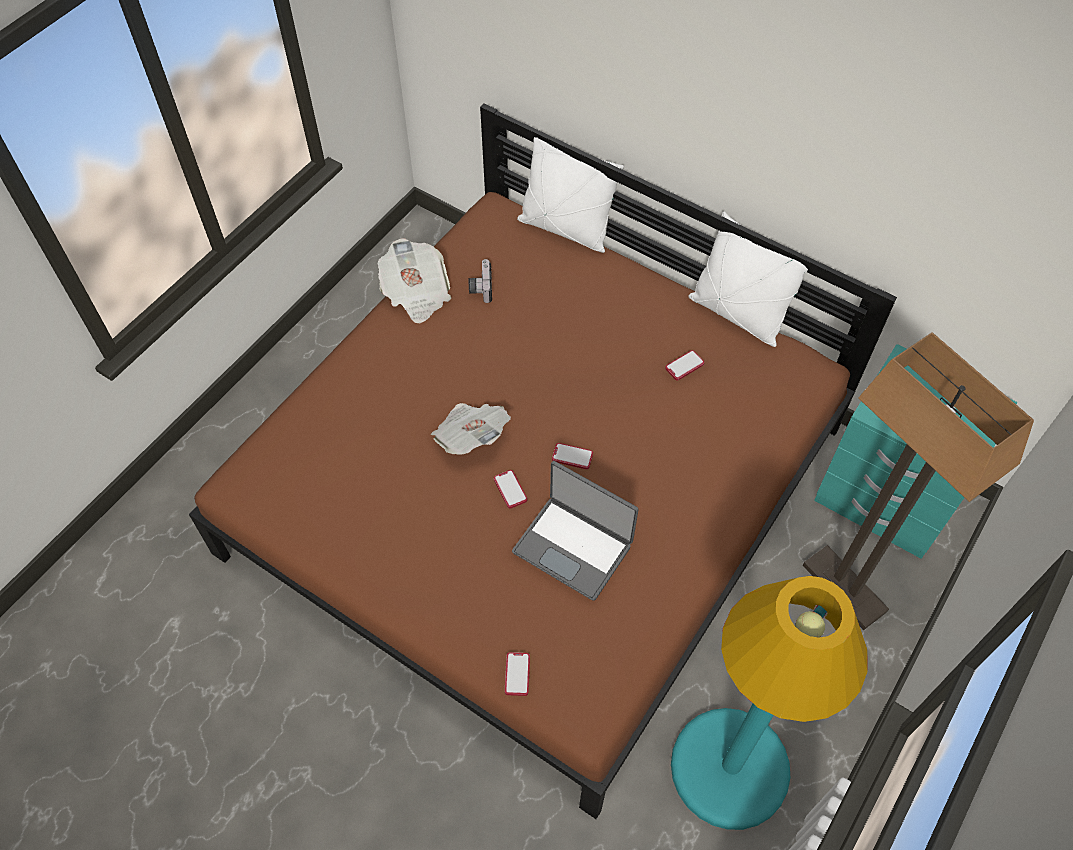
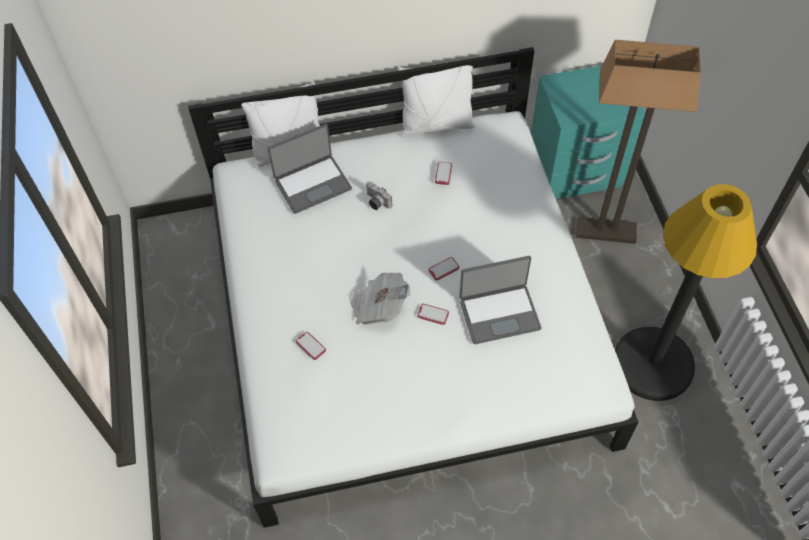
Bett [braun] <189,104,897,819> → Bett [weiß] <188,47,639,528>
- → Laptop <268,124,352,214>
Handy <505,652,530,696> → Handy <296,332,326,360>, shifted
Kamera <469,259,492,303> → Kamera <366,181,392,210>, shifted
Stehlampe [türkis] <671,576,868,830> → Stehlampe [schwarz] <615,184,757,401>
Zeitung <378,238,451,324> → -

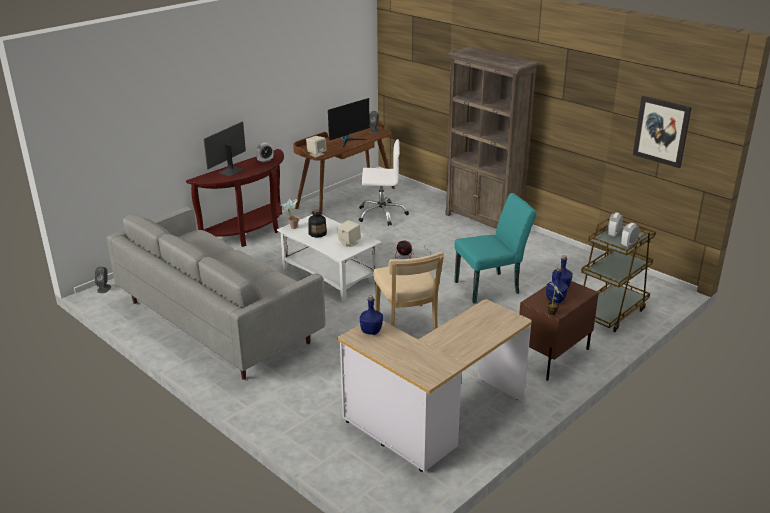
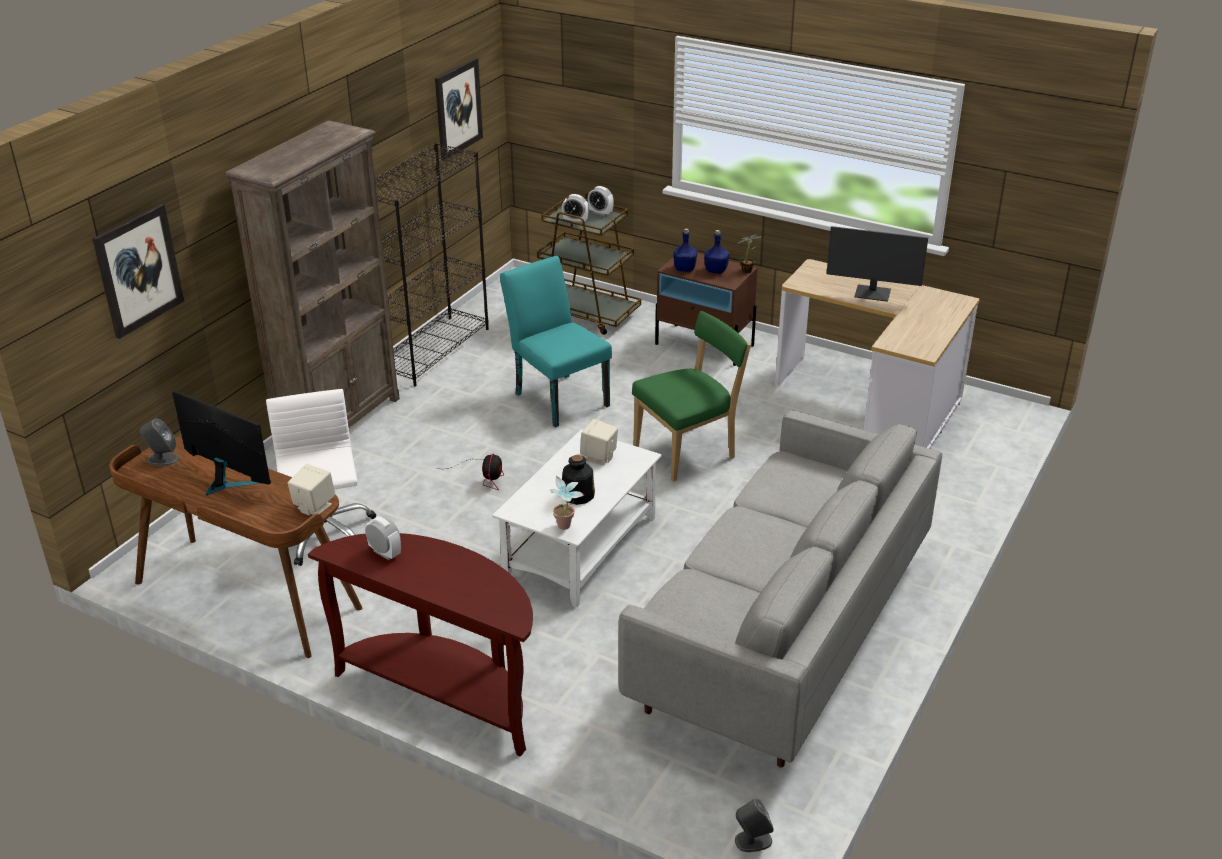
- → Bild <92,204,184,339>
- → Bücherregal [schwarz] <375,143,489,386>
Stuhl [beige] <373,252,444,330> → Stuhl [grün] <632,311,751,482>
Monitor <204,122,246,176> → Monitor <826,226,928,302>, shifted
Flasche [blau] <360,296,383,335> → -

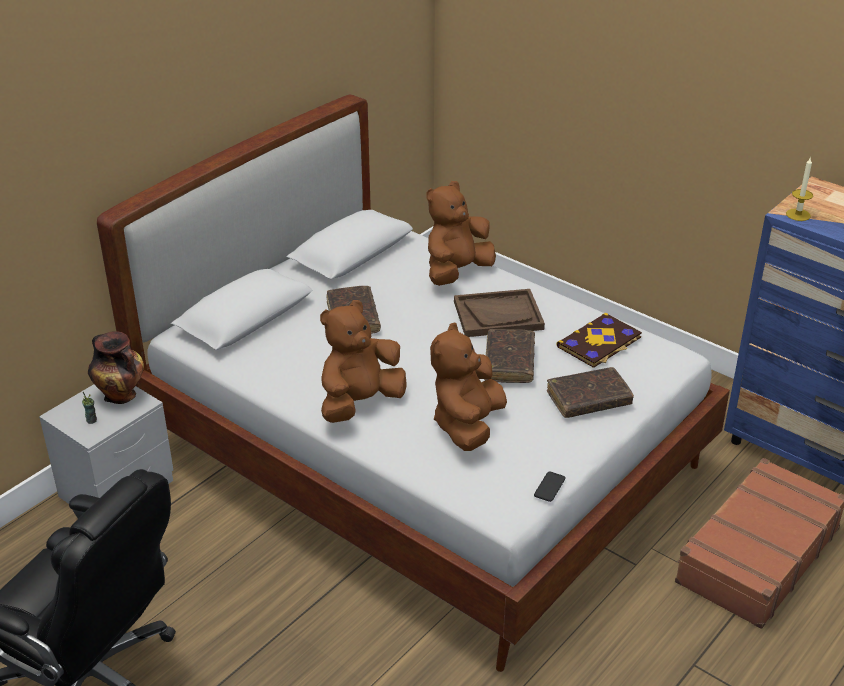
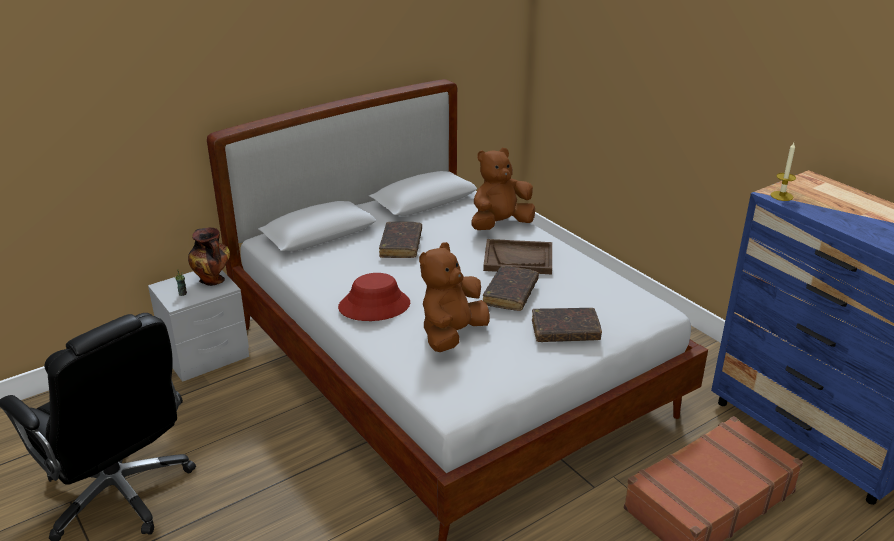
Plüschtier [braun] <320,300,407,423> → Hut [rot] <338,273,410,321>
Handy <534,471,565,502> → -
Buch <557,313,642,368> → -

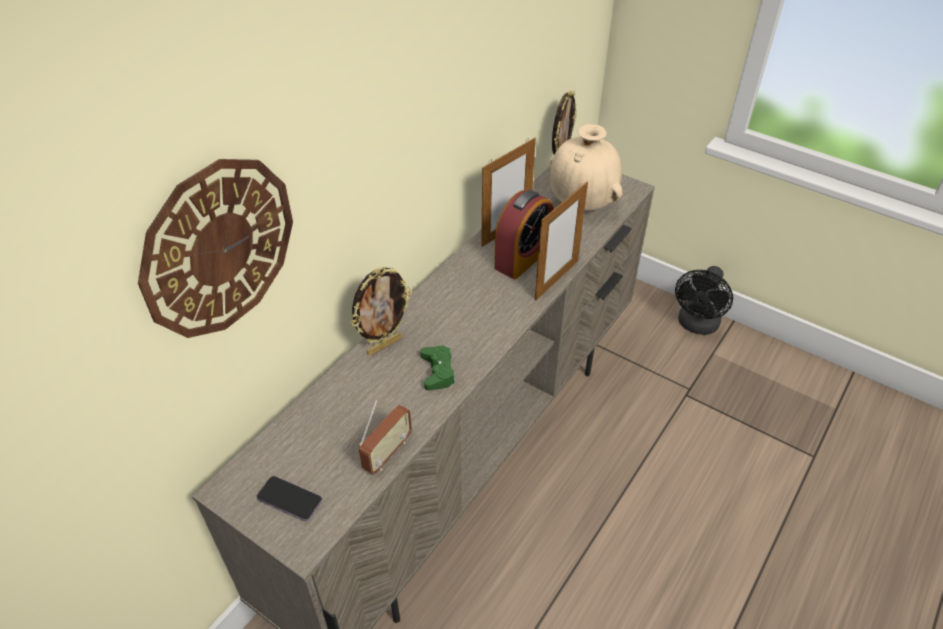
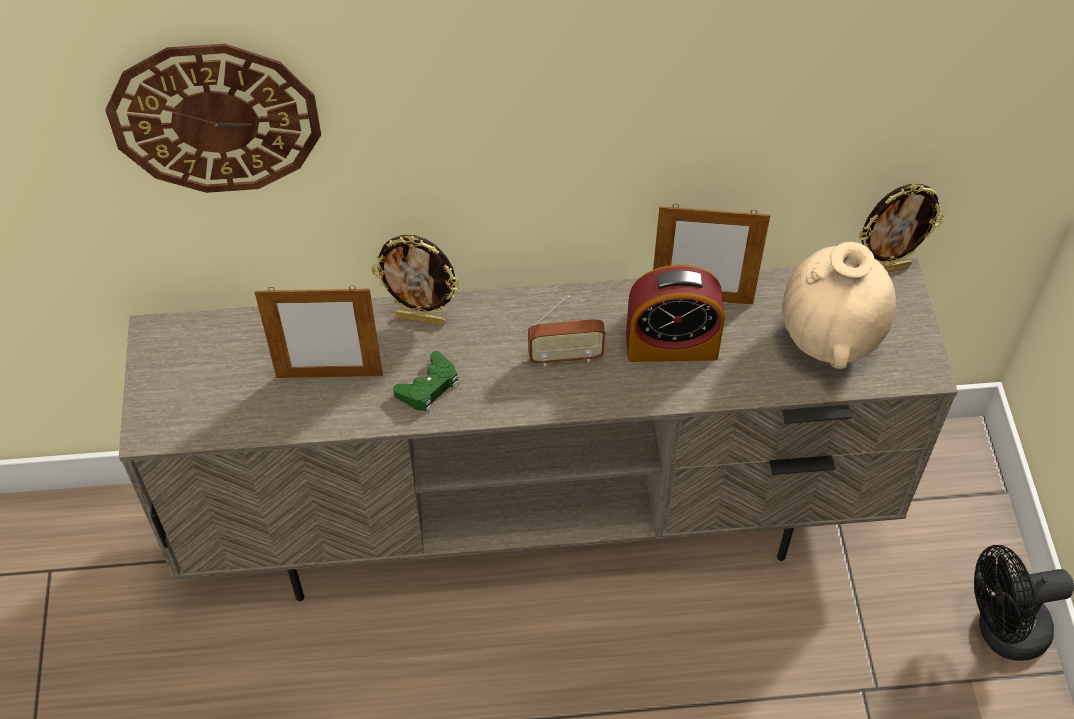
Bilderrahmen <535,182,588,301> → Bilderrahmen <255,285,383,378>, shifted
Radio <359,400,412,474> → Radio <528,295,605,366>, shifted
Handy <257,476,322,521> → -

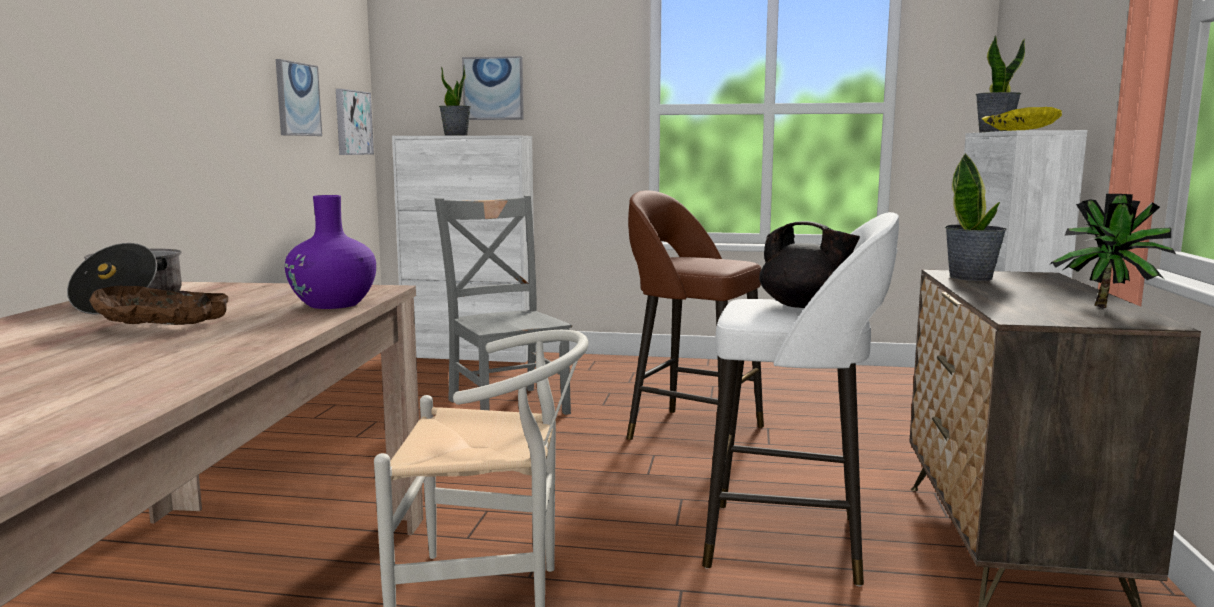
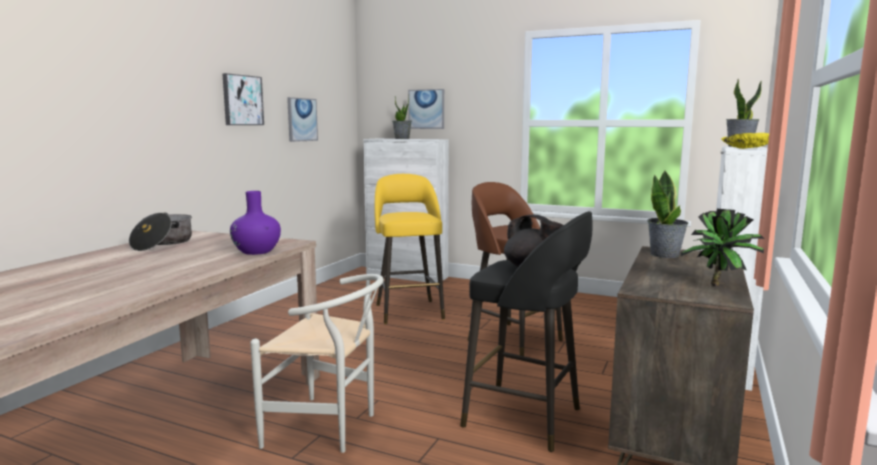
Bild <336,89,374,155> → Bild <222,73,264,125>, shifted
Stuhl [grau] <434,195,572,415> → Hocker [gelb] <375,174,445,324>
Hocker [weiß] <702,212,899,586> → Hocker [schwarz] <460,211,592,452>
Schüssel [braun] <89,286,228,325> → -

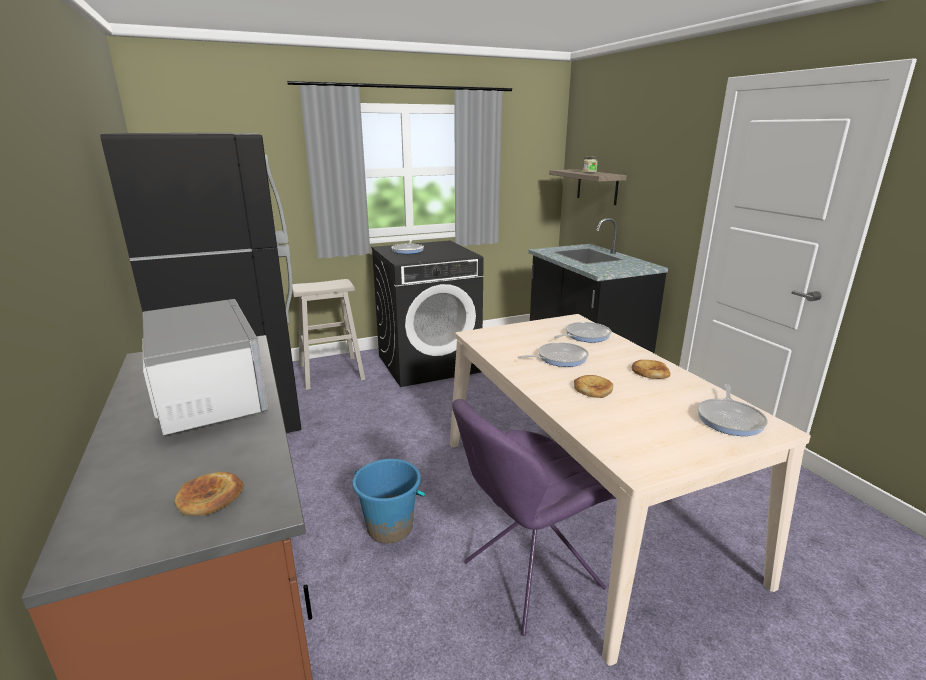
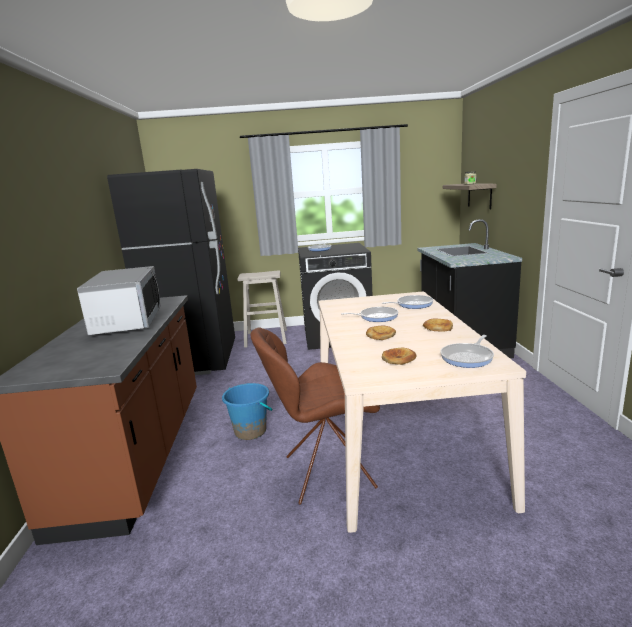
Stuhl [lila] <452,399,616,636> → Stuhl [braun] <251,327,380,505>
Brot <174,472,244,516> → Brot <382,348,416,365>, shifted

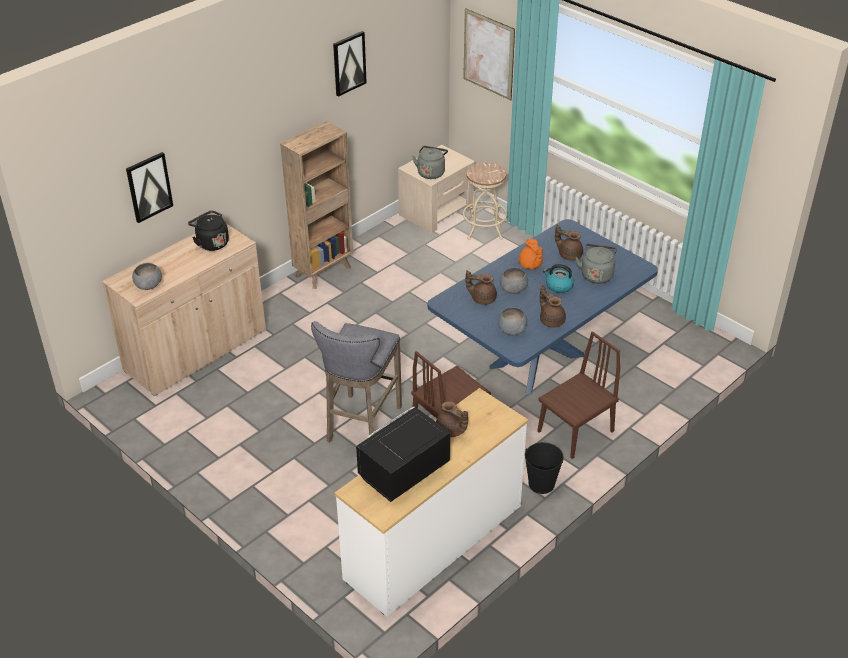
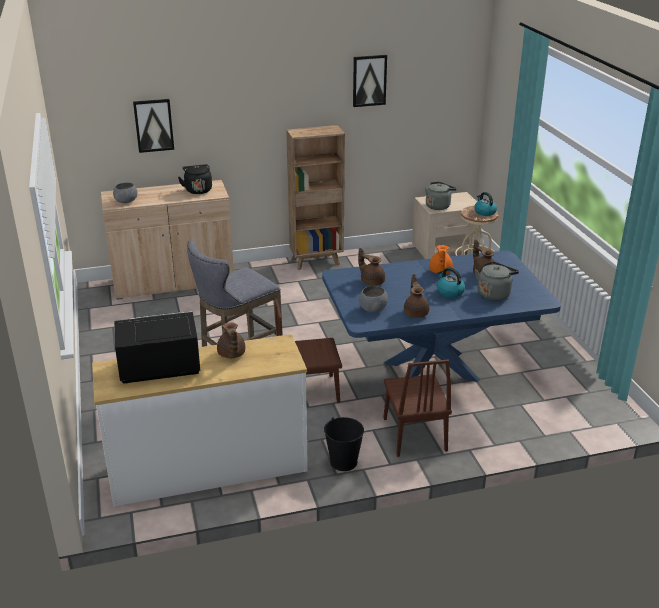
Stuhl [braun] <537,331,620,459> → Stuhl [braun] <384,360,452,457>, 90 degrees clockwise
- → Wasserkessel <474,192,497,216>
Bild <463,8,515,100> → -
Schüssel [grau] <500,267,528,294> → -

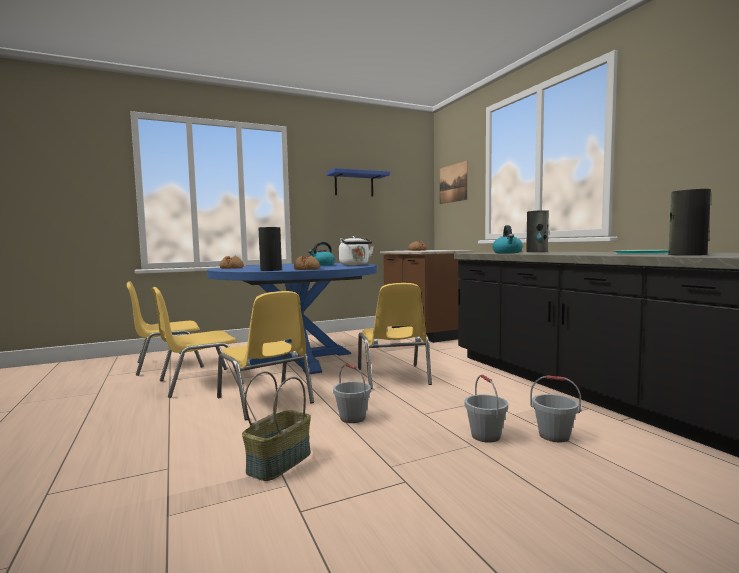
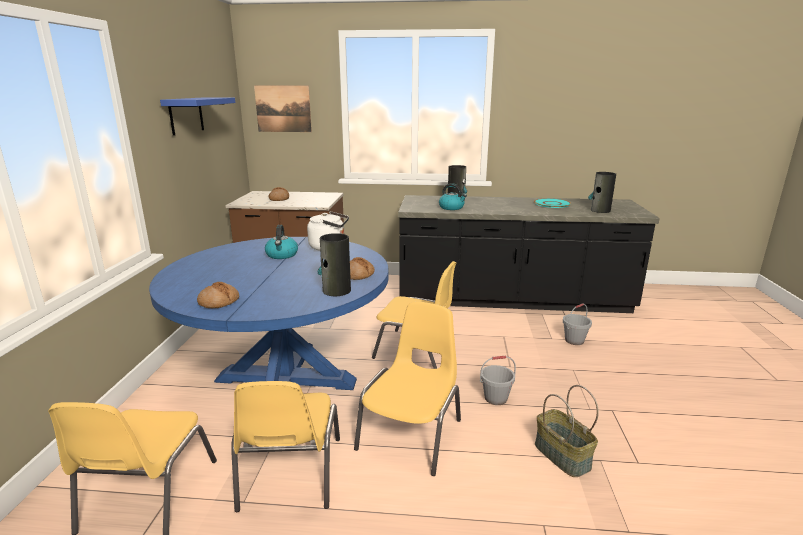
Stuhl [gelb] <217,291,314,421> → Stuhl [gelb] <354,302,461,476>, 60 degrees counterclockwise
Eimer [grau] <465,374,508,443> → -

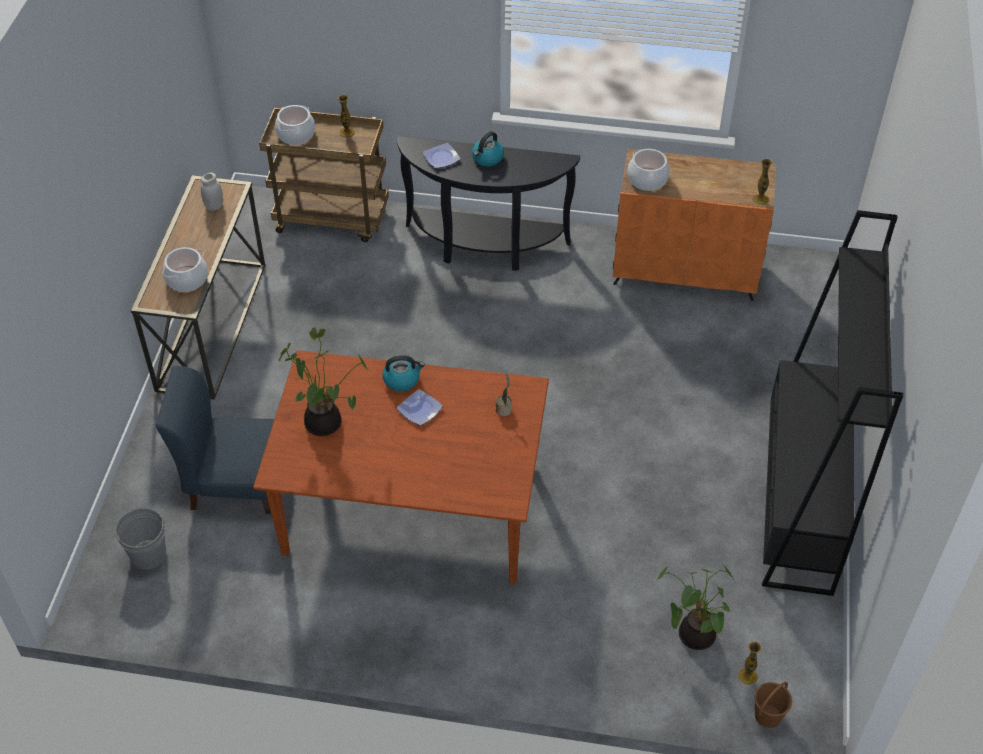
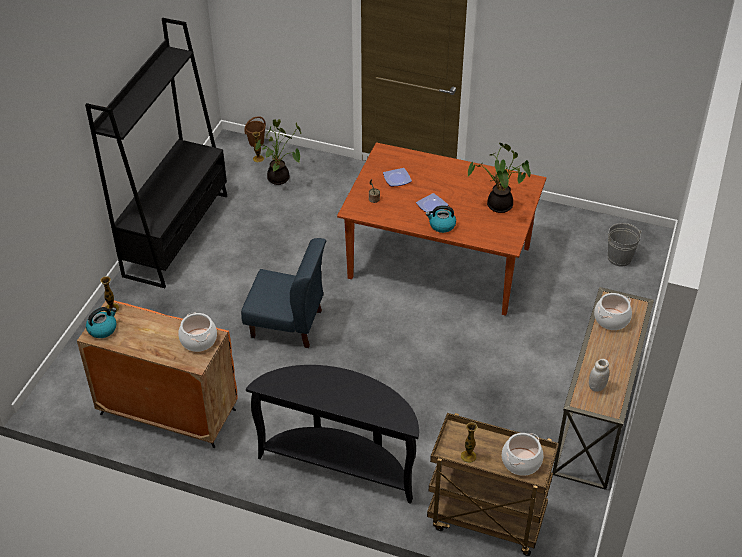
Wasserkessel <472,131,504,166> → Wasserkessel <86,307,117,338>, shifted
Stuhl [blau] <156,366,274,514> → Stuhl [blau] <241,238,326,348>, shifted
Teller <423,143,460,169> → Teller <383,168,412,186>, shifted

